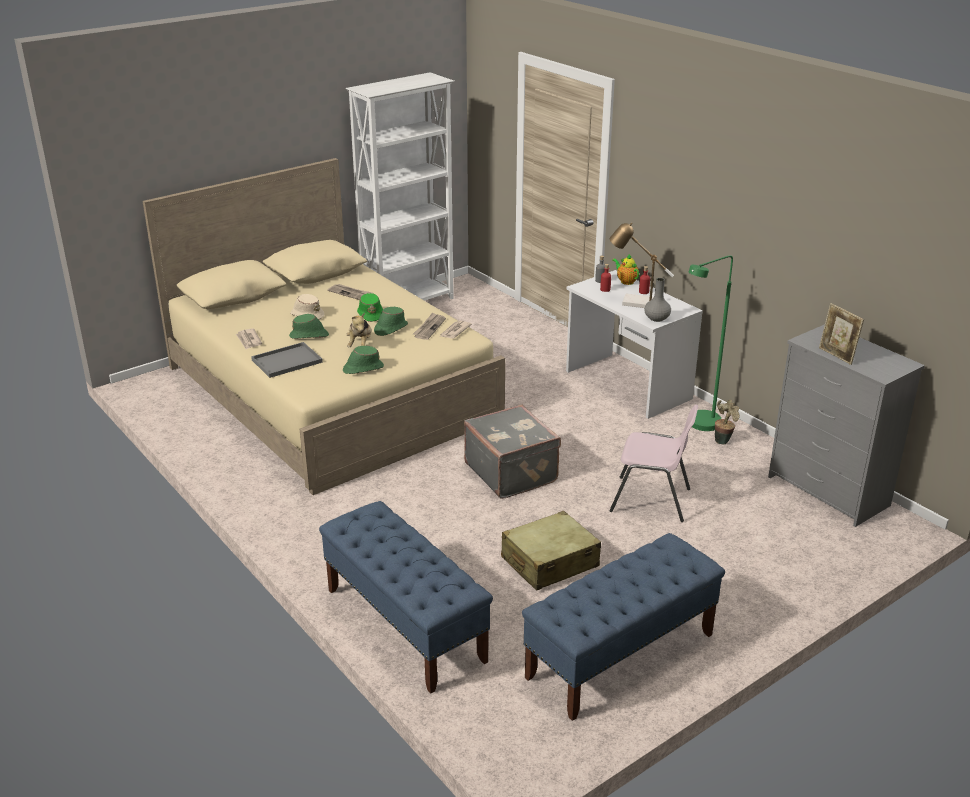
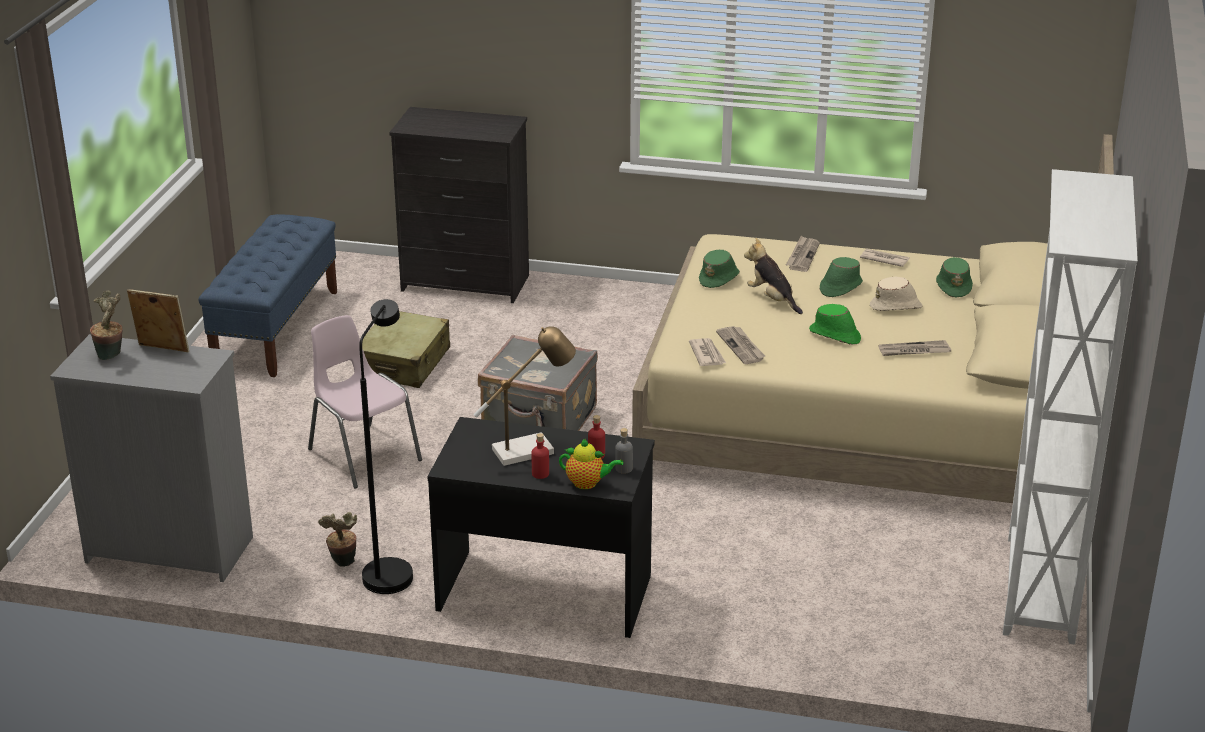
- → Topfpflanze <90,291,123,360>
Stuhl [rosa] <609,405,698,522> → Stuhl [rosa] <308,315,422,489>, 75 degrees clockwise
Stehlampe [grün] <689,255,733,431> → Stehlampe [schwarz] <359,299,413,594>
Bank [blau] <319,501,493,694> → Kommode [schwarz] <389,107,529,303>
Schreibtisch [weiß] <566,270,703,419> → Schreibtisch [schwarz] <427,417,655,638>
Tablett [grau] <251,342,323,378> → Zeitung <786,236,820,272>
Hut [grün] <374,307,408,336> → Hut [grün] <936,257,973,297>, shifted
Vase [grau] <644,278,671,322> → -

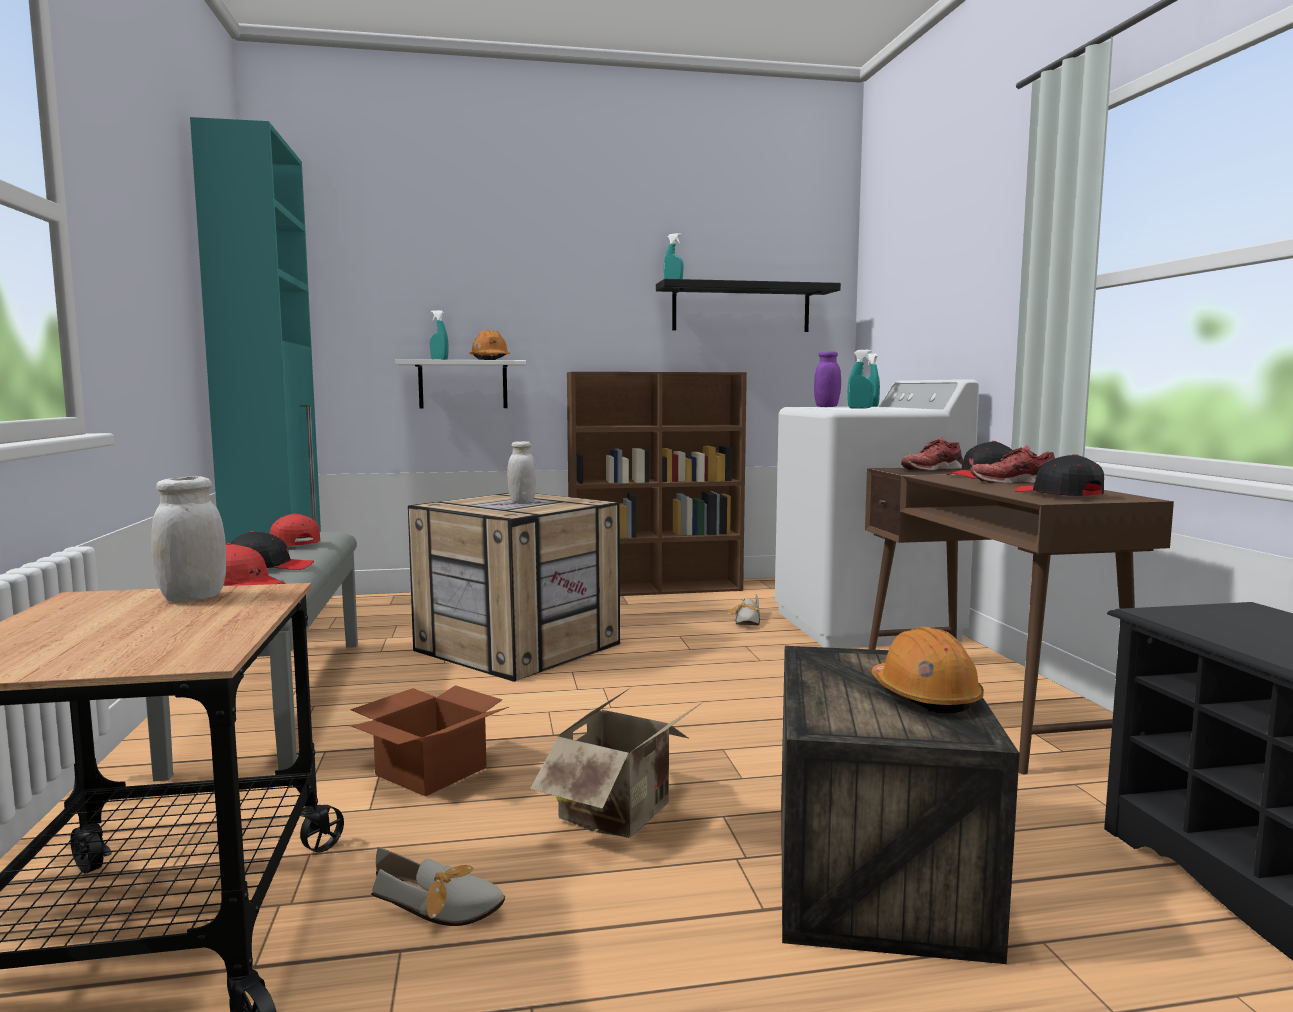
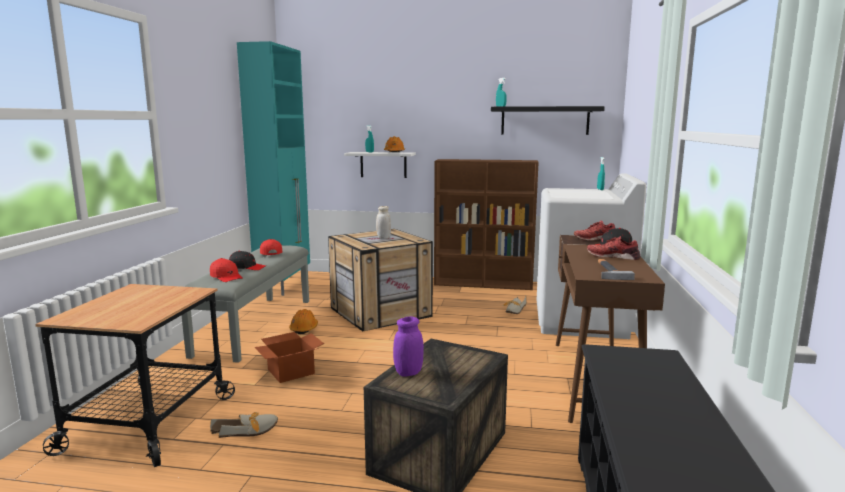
Schuh <371,847,505,926> → Schuh <210,412,278,438>, 60 degrees counterclockwise
Schutzhelm [orange] <871,626,984,713> → Schutzhelm [orange] <289,309,318,334>, shifted
Vorratsglas [lila] <814,351,841,407> → Vorratsglas [lila] <393,317,424,376>, shifted
Kappe [schwarz] <1015,454,1104,496> → Hammer <598,259,635,280>
Vorratsglas [weiß] <151,476,226,602> → -
Karton <530,688,703,838> → -
Sprühflasche [türkis] <847,350,874,408> → -

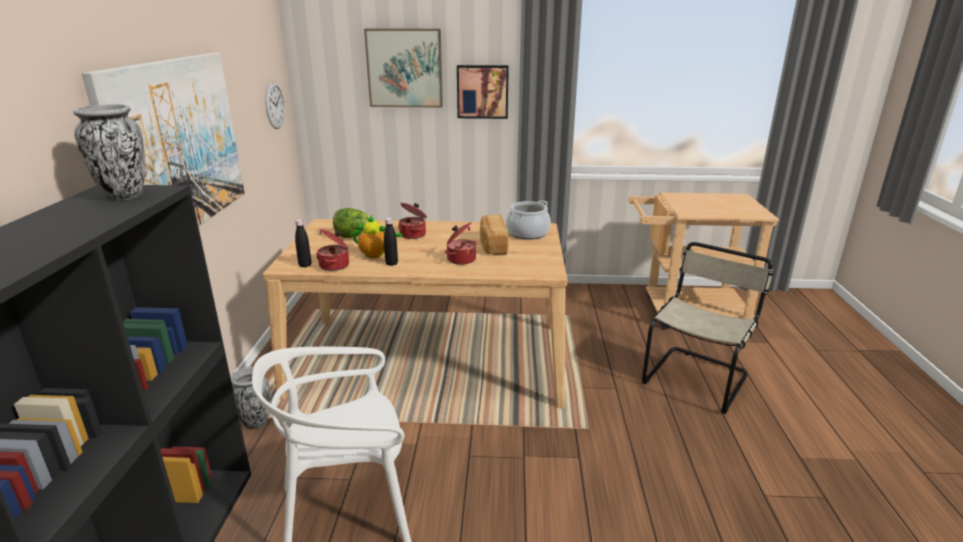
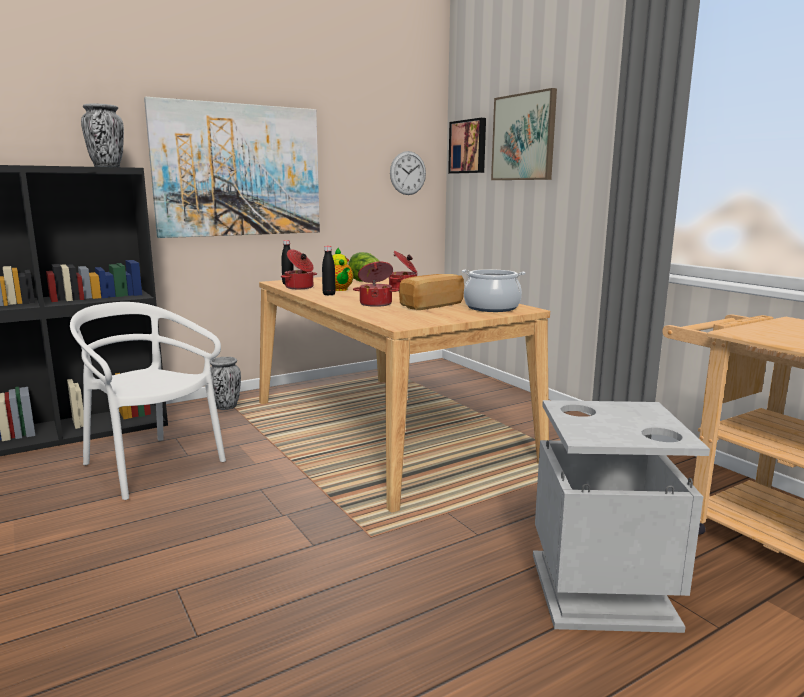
Bild <457,65,509,119> → Bild <448,118,486,174>, shifted
Stuhl [beige] <642,242,773,414> → Mülleimer [grau] <533,400,710,633>

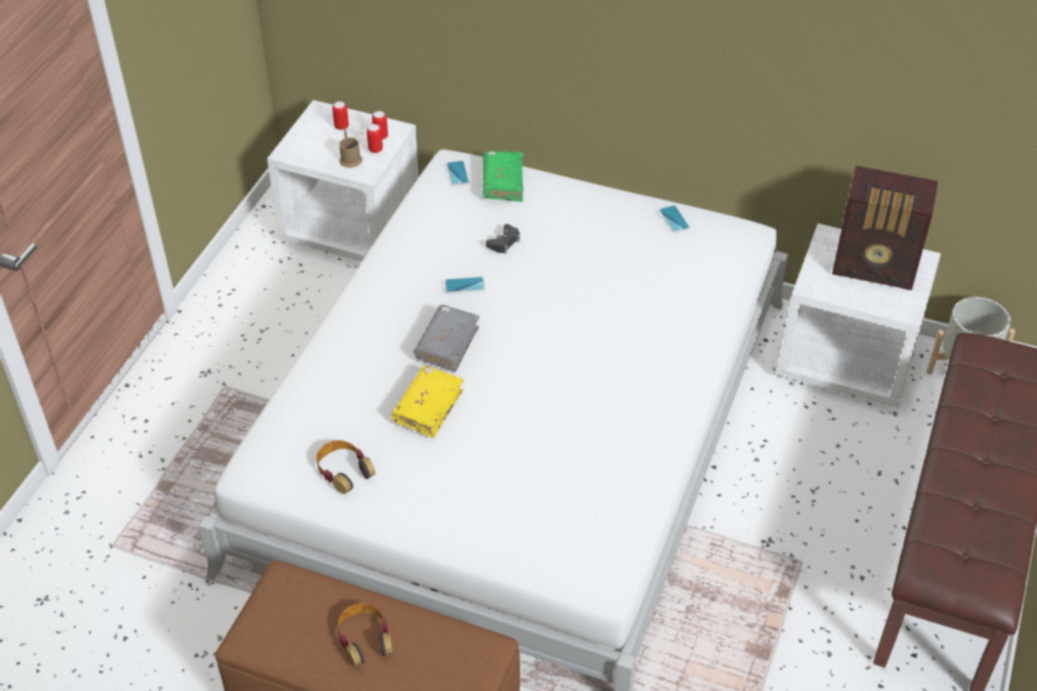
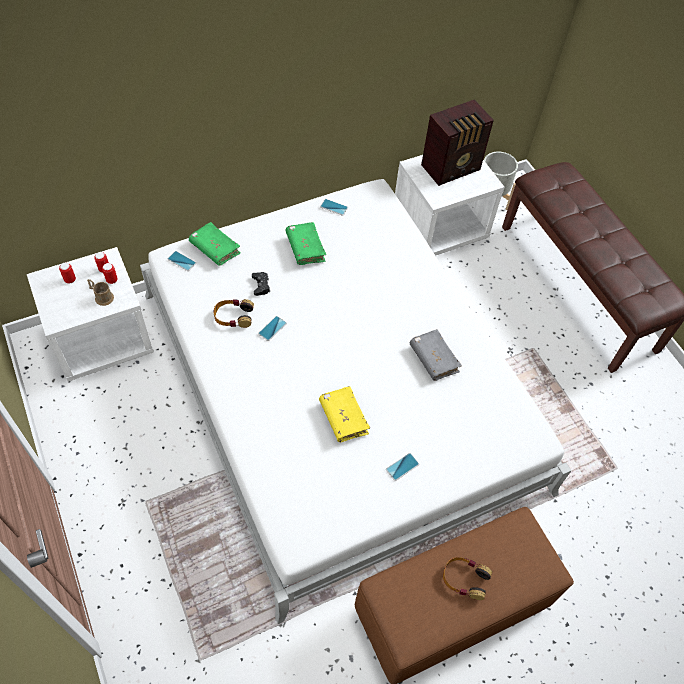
Kopfhörer <316,440,375,494> → Kopfhörer <214,299,254,328>, shifted
- → Buch [grün] <286,222,326,265>
- → Handy <386,453,419,481>
Buch [grau] <414,305,480,372> → Buch [grau] <410,329,462,381>, shifted

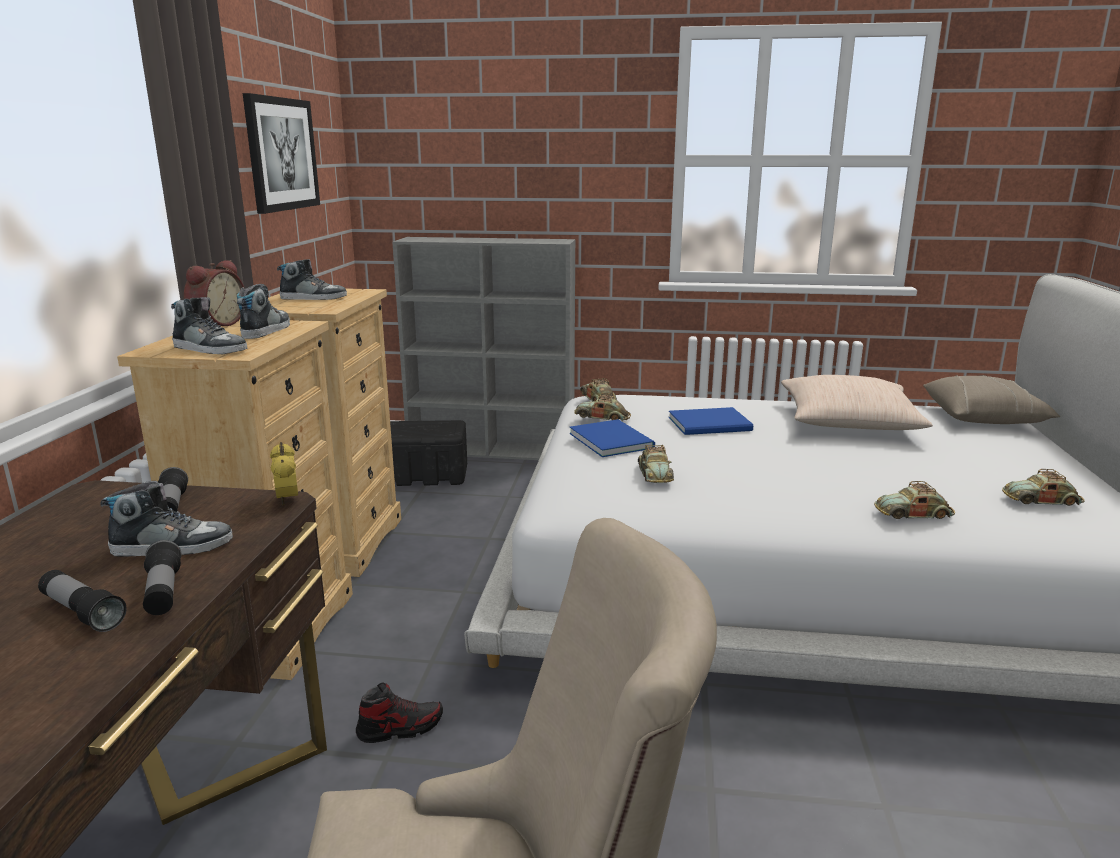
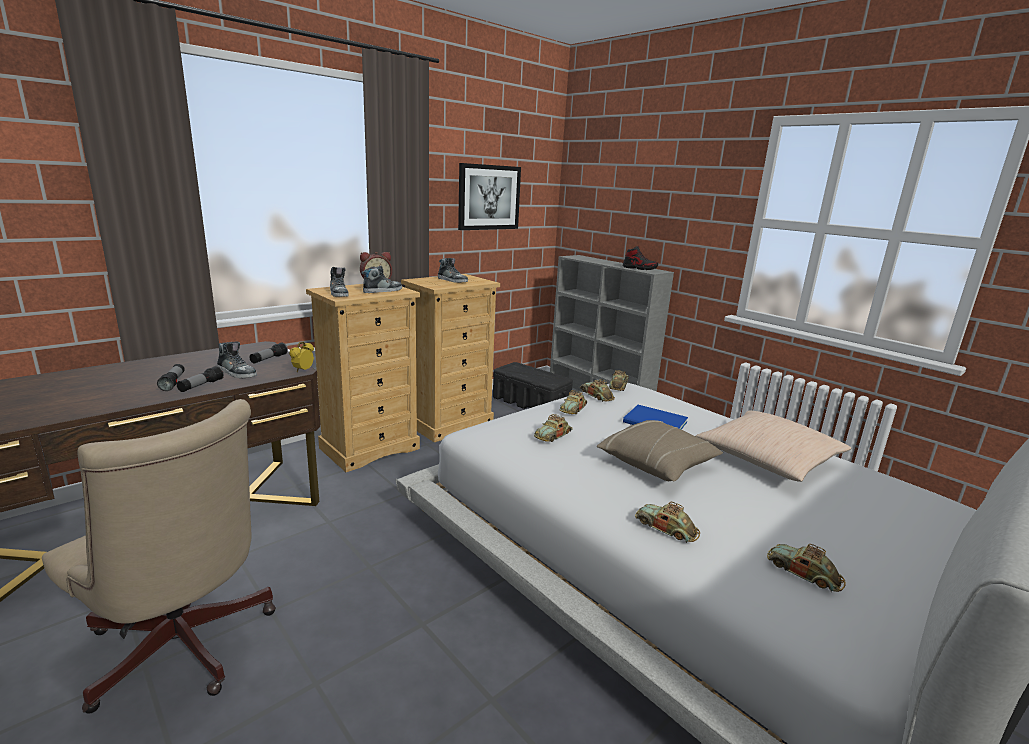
Buch [blau] <570,419,655,457> → Spielzeugauto <559,390,587,414>
Kissen [beige] <923,375,1060,424> → Kissen [beige] <597,420,723,481>, shifted
Schuh <356,682,443,743> → Schuh <623,246,658,270>, shifted

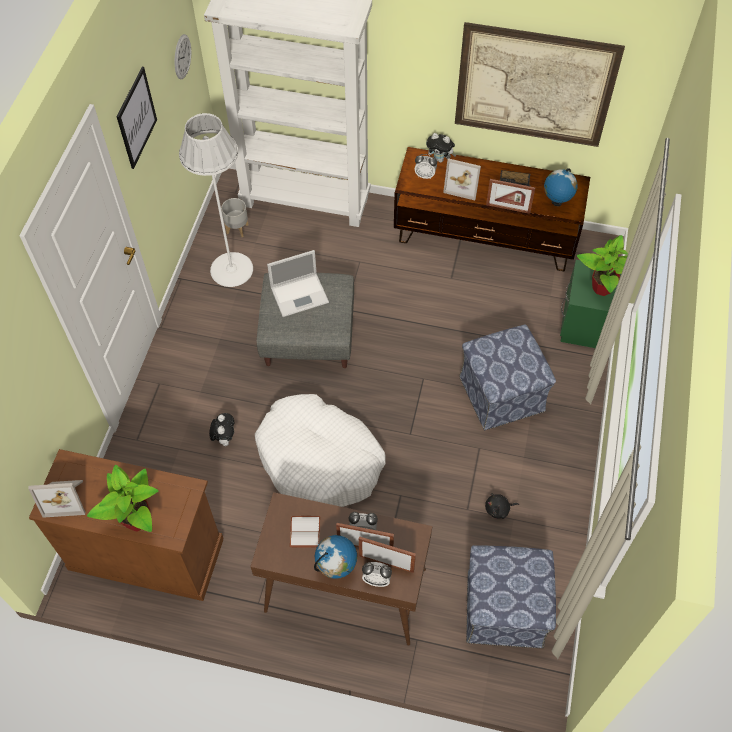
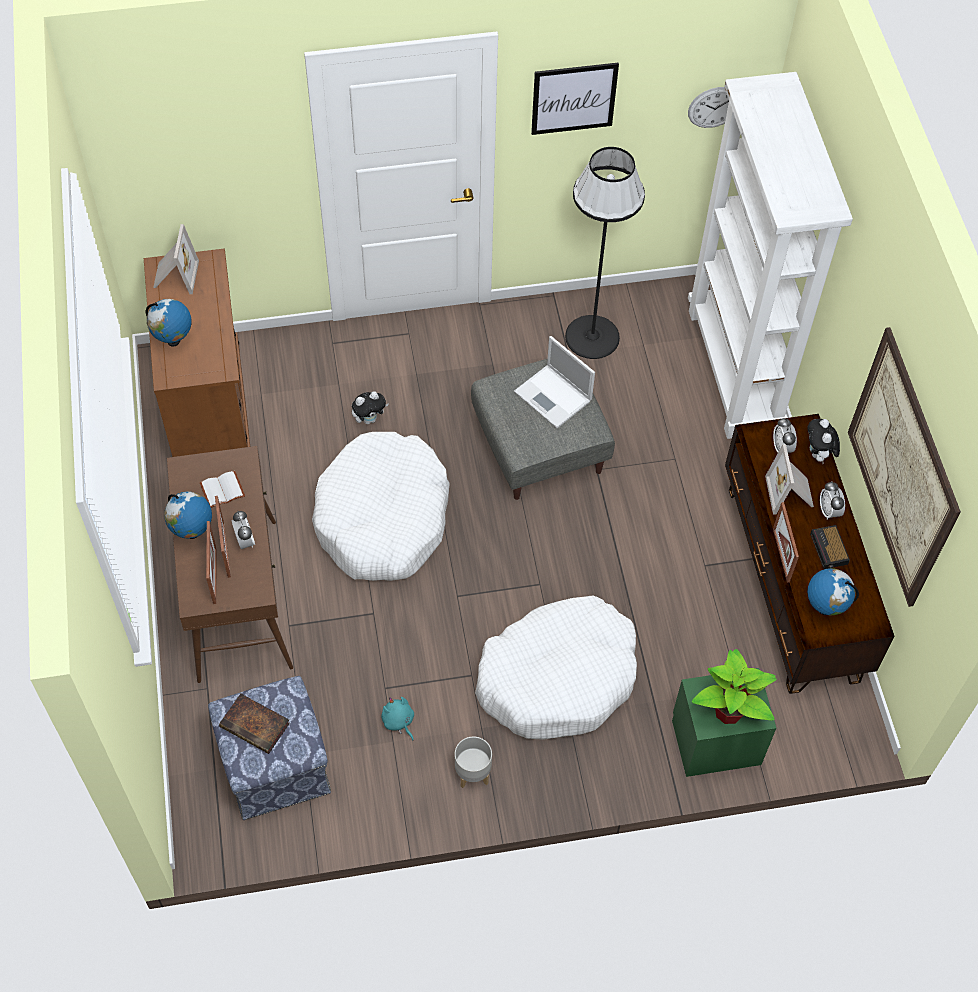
Topfpflanze <87,465,158,532> → Globus <146,299,192,347>
Bilderrahmen <28,480,85,518> → Bilderrahmen <153,224,199,294>, 150 degrees counterclockwise
- → Buch <219,693,290,754>
Plüschtier [schwarz] <485,493,519,519> → Plüschtier [türkis] <381,697,414,740>
Pflanzkübel [grau] <221,198,249,237> → Pflanzkübel [grau] <455,736,492,788>, shifted
Polsterhocker <459,325,556,430> → Hundebett [weiß] <475,595,637,740>
Stehlampe [weiß] <179,113,253,287> → Stehlampe [schwarz] <565,147,645,359>
Wecker <362,562,392,587> → Wecker <820,481,845,520>, shifted

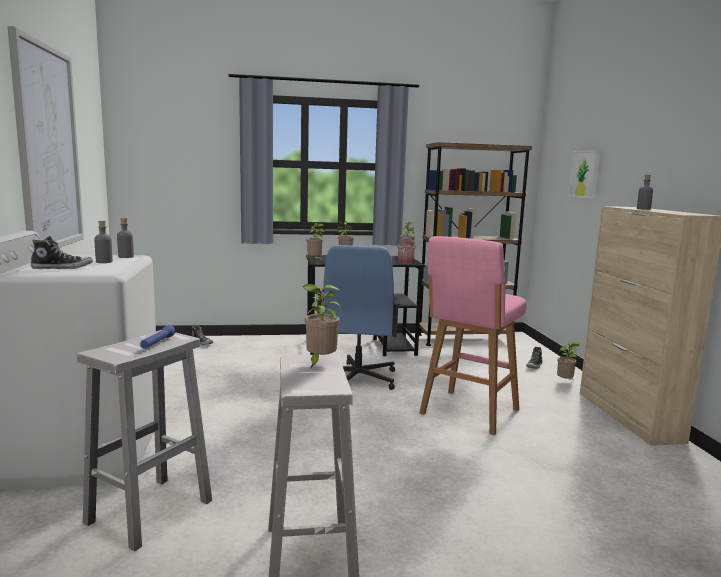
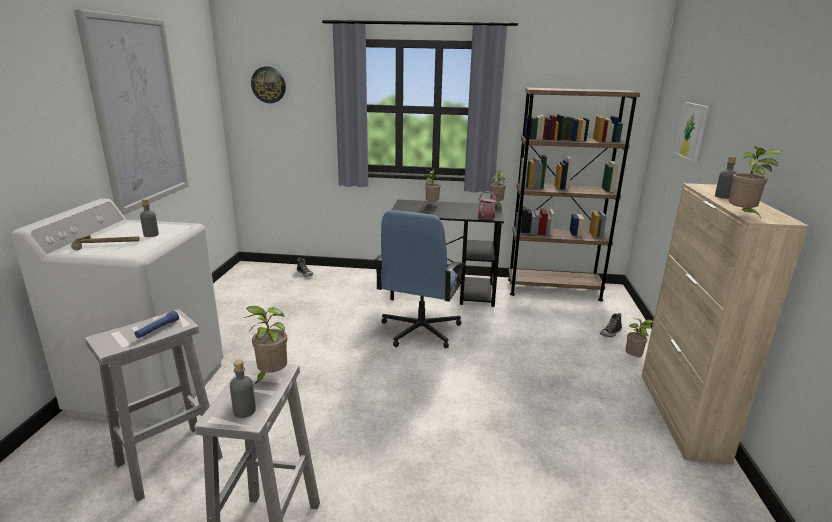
Schuh <31,236,93,269> → Hammer <71,235,140,251>
Flasche [grau] <117,218,134,258> → Flasche [grau] <230,360,256,418>, shifted
- → Wanduhr <251,66,286,103>
Topfpflanze <307,223,324,260> → Topfpflanze <729,146,782,218>, shifted
Hocker [rosa] <419,236,527,435> → -

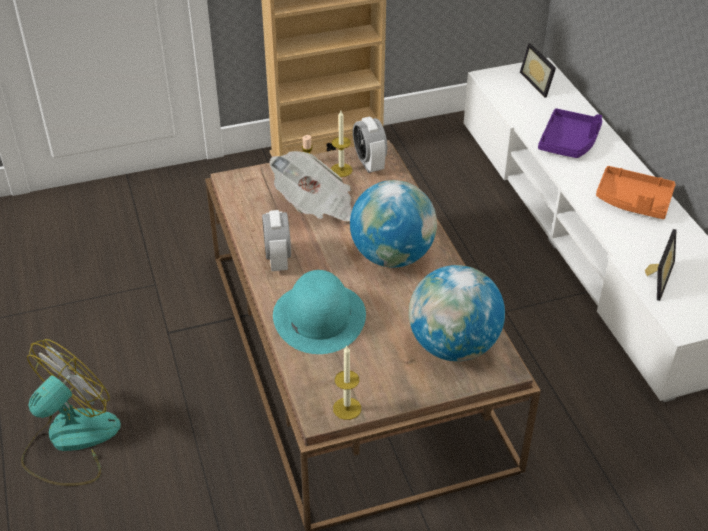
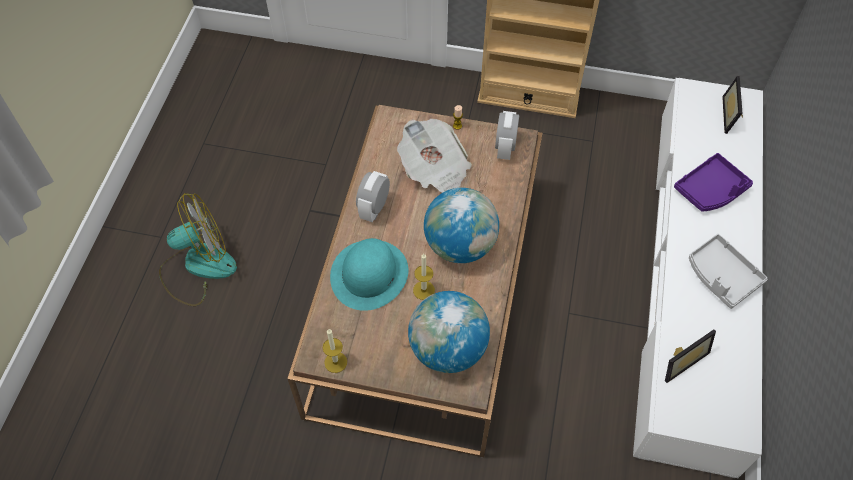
Kerze <331,111,353,177> → Kerze <413,254,435,300>, shifted
Tablett [orange] <596,166,676,219> → Tablett [grau] <689,234,768,309>

